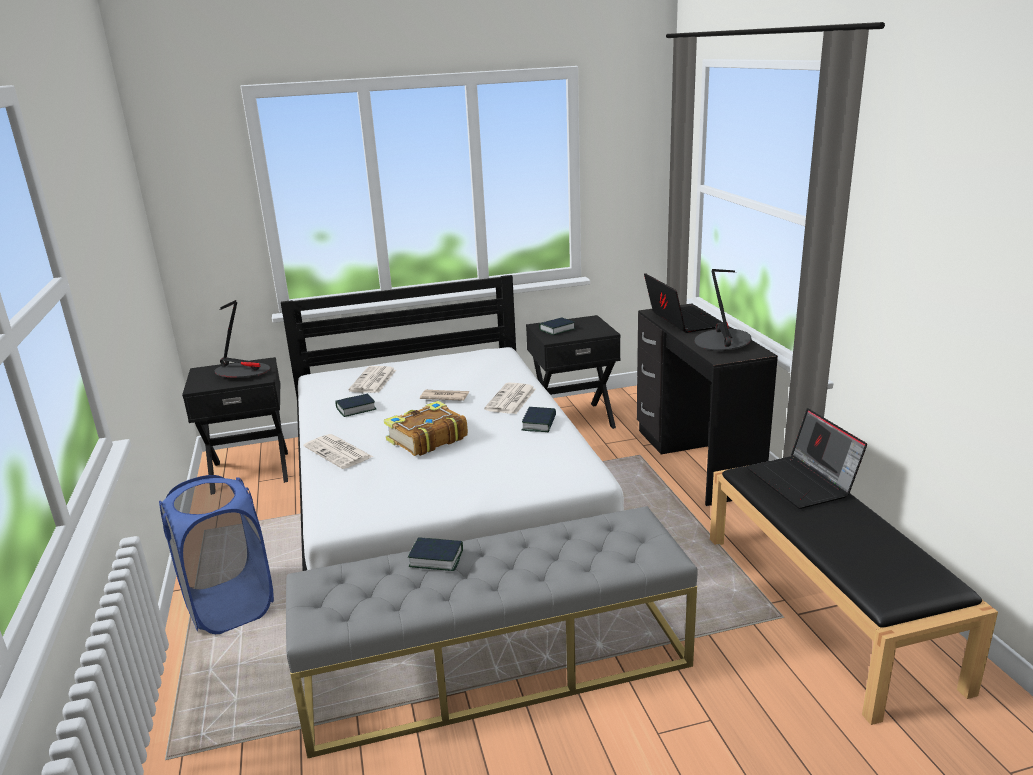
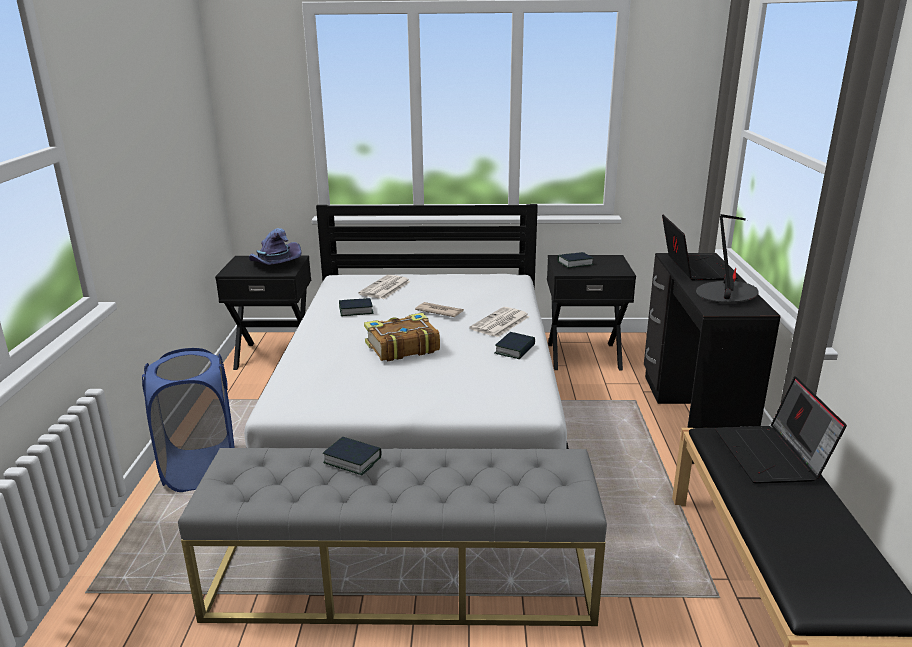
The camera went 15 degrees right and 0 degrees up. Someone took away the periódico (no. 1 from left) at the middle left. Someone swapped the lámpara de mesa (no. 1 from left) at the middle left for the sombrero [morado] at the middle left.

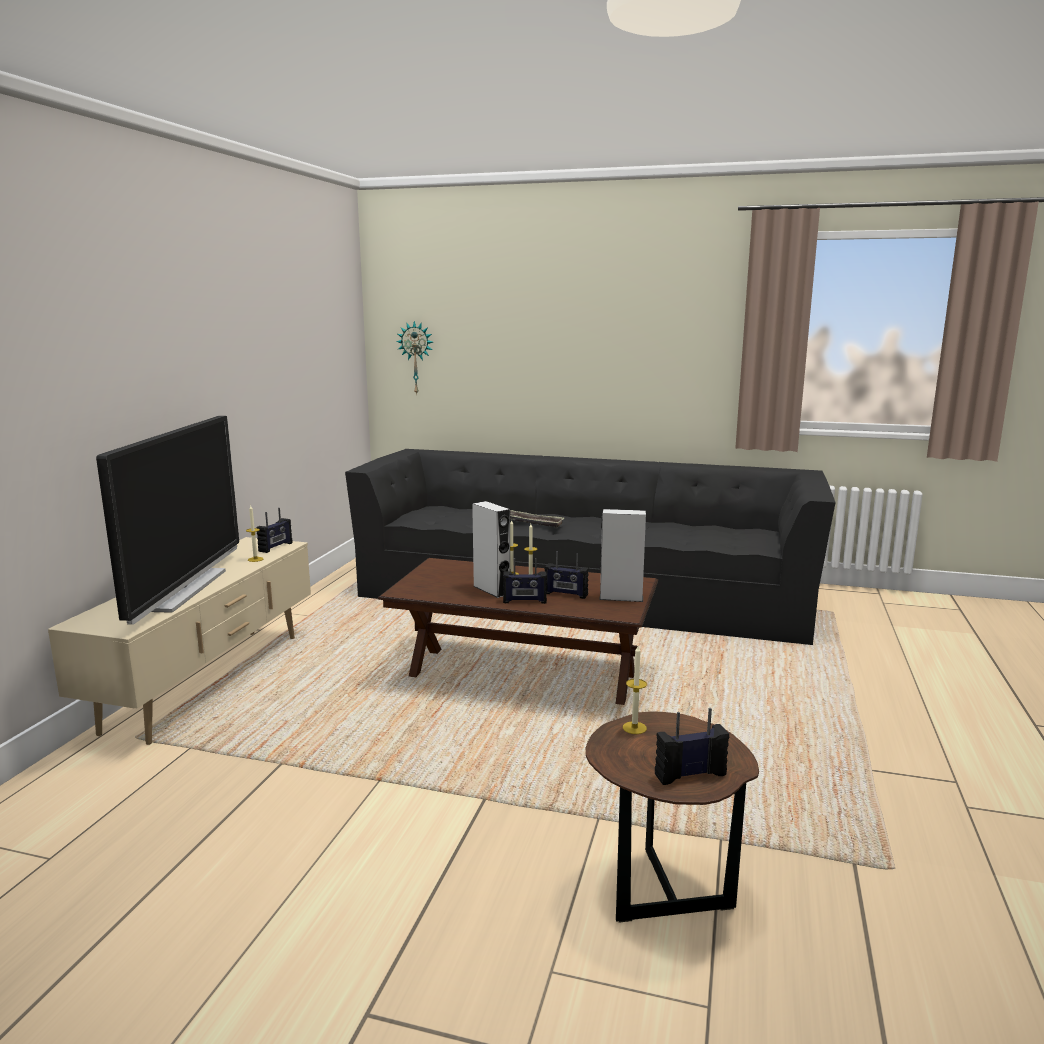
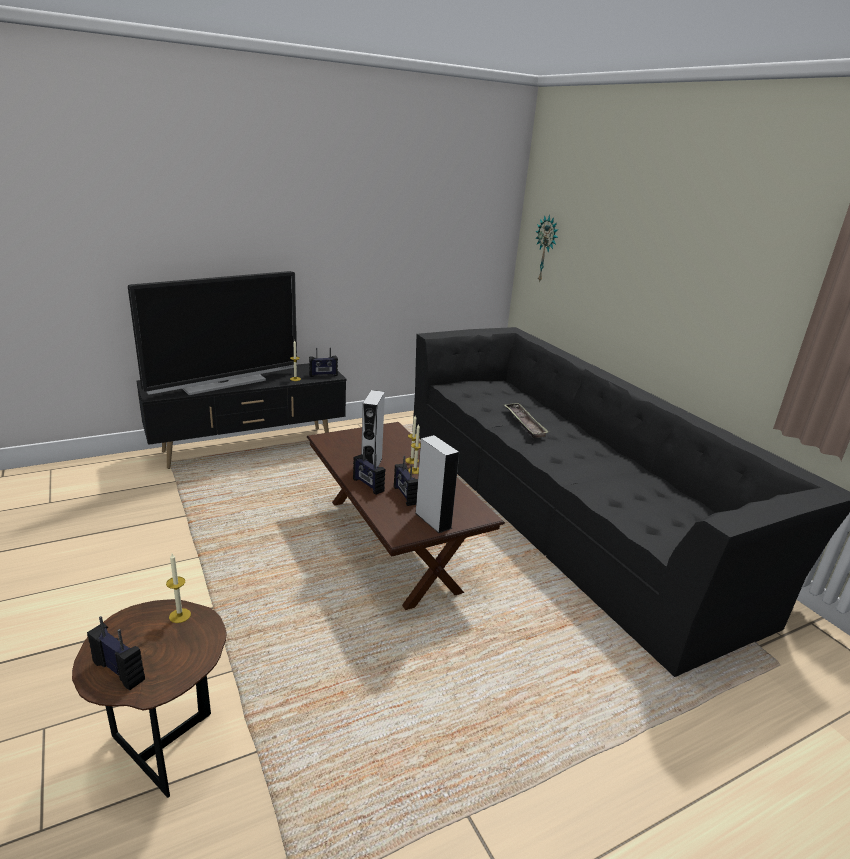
The camera went 45 degrees right and 10 degrees up. Someone repainted the mueble de televisión [beis] at the middle left, which became the mueble de televisión [negro] at the middle left.

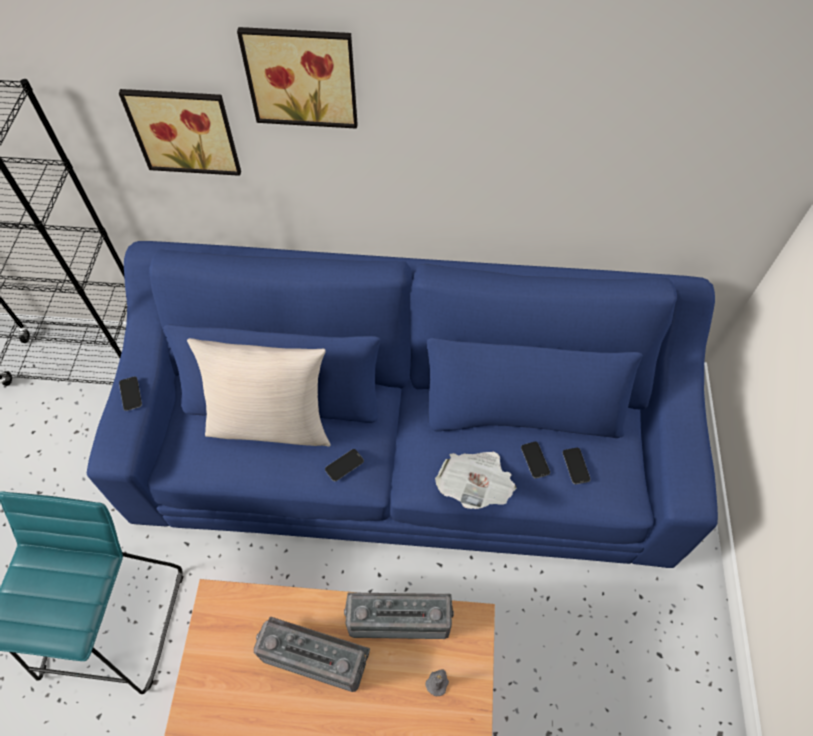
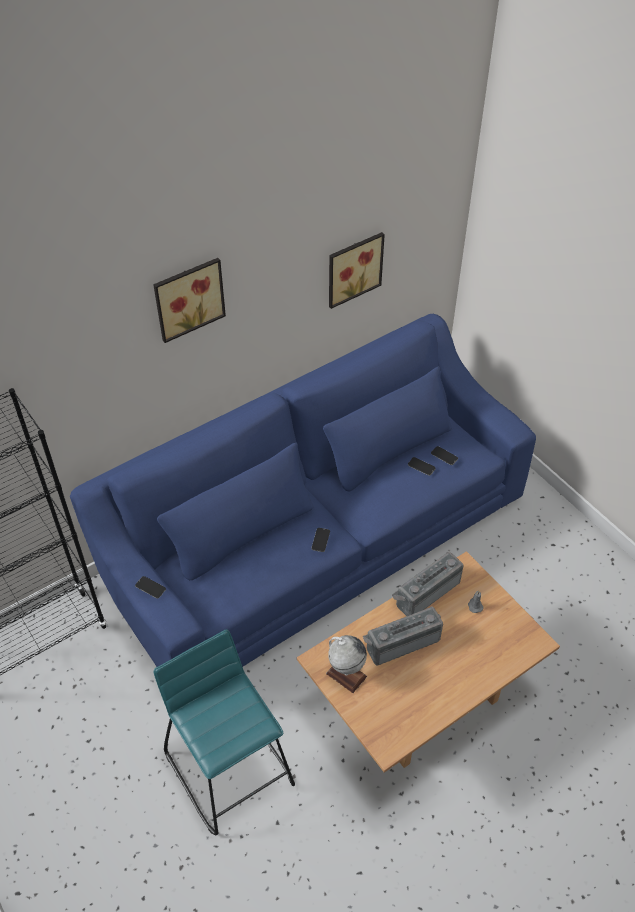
The camera went 40 degrees left and 10 degrees down. Someone took away the cojín [beis] at the middle left. Someone took away the periódico at the centre. Someone put down the globo terráqueo at the bottom centre. Someone carried the cuadro (no. 1 from left in the first image) from the top left to the top centre.

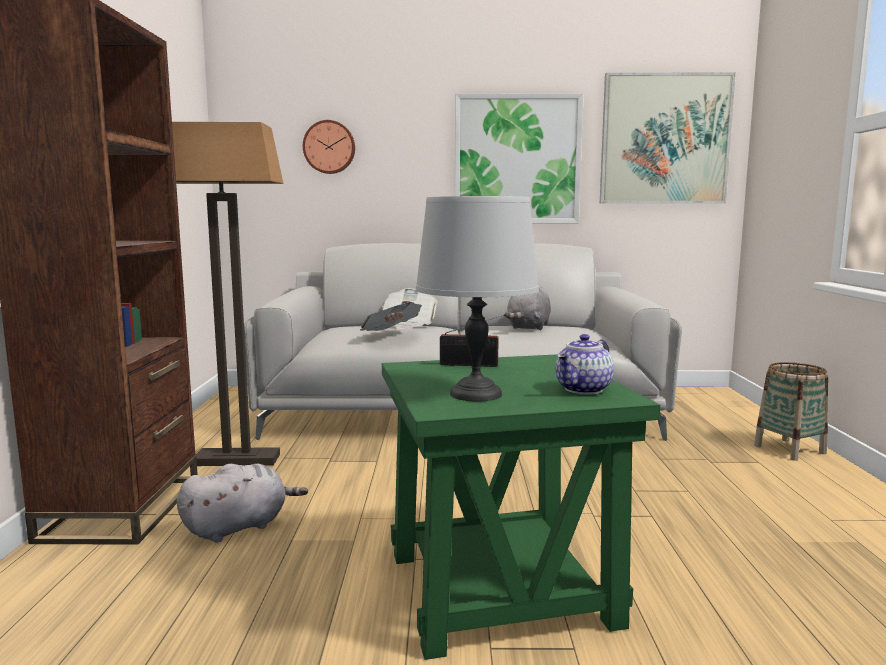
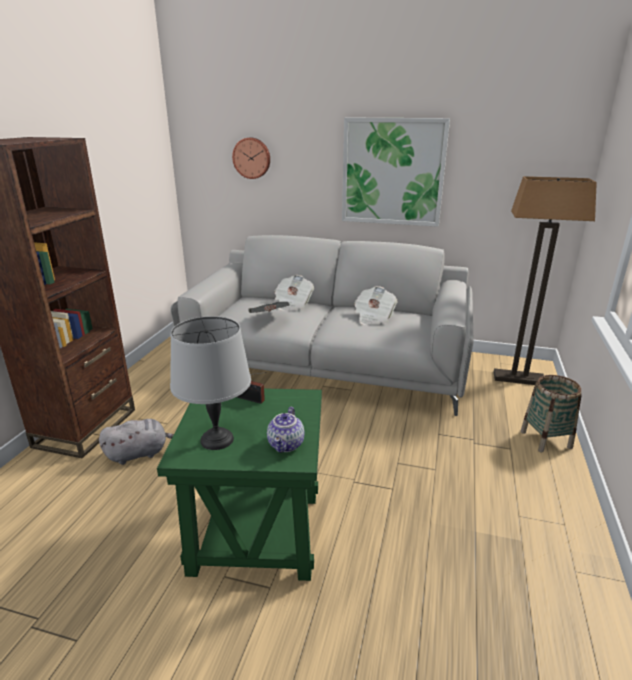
The camera went 15 degrees right and 15 degrees up. Someone took away the cuadro (no. 2 from left) at the top right. Someone carried the lámpara de pie from the middle left to the middle right. Someone swapped the peluche [gris] (no. 2 from left) at the centre for the periódico (no. 3 from left) at the centre. Someone rotated the tetera at the centre by 45 degrees counterclockwise.

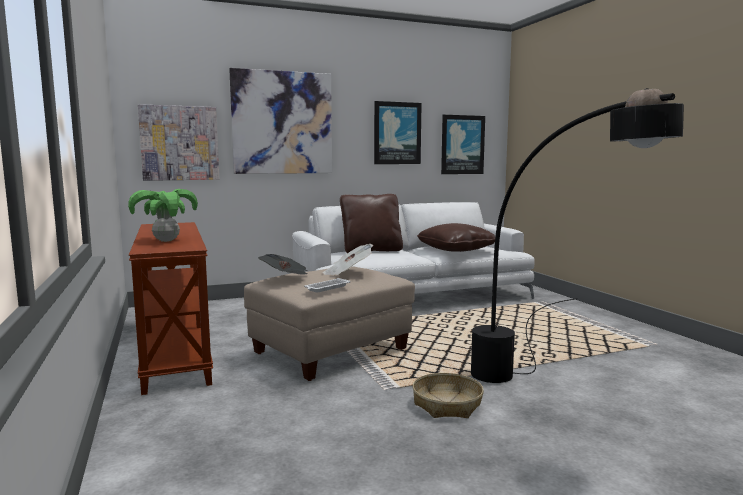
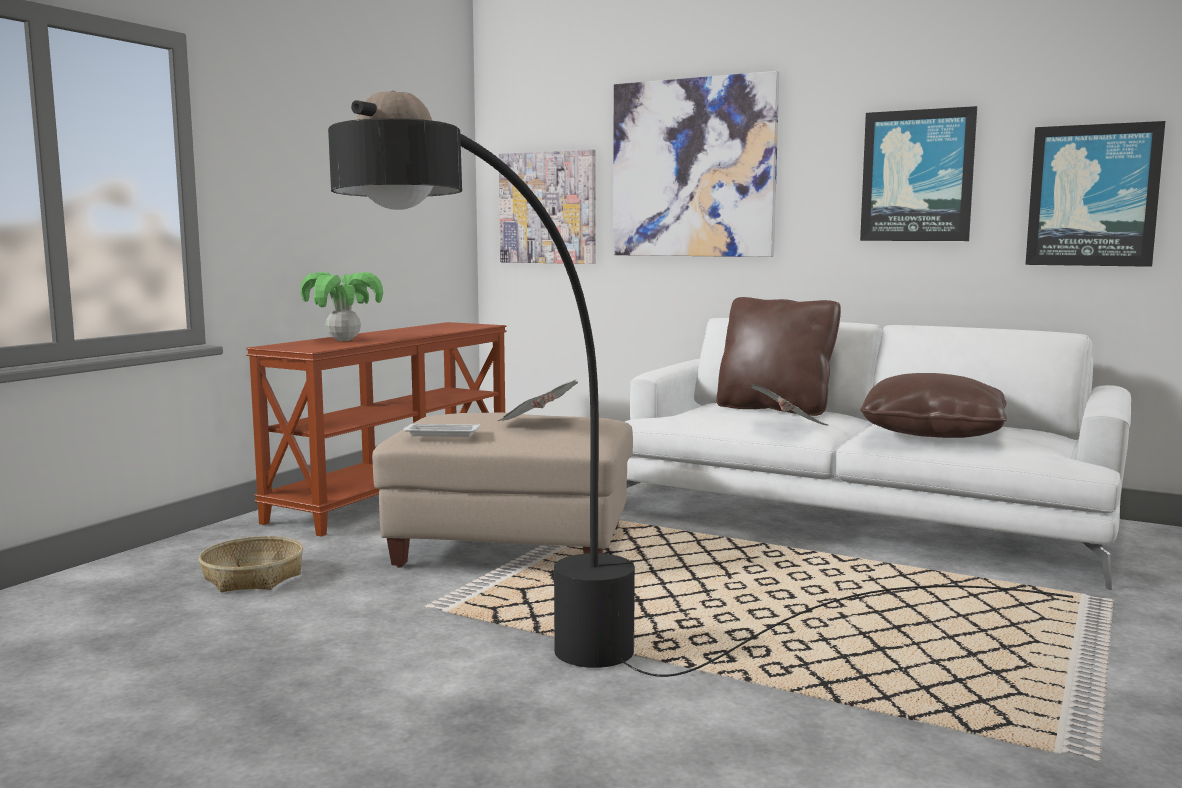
The camera went 50 degrees right and 0 degrees up. Someone carried the periódico (no. 1 from left in the first image) from the centre to the middle right. Someone carried the cesta from the bottom centre to the bottom left.

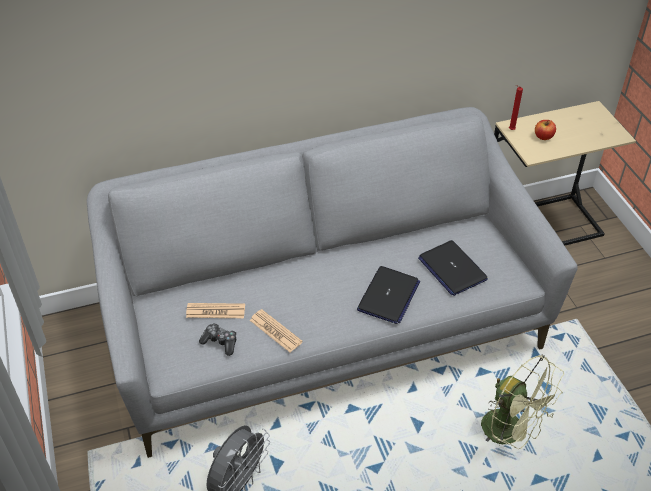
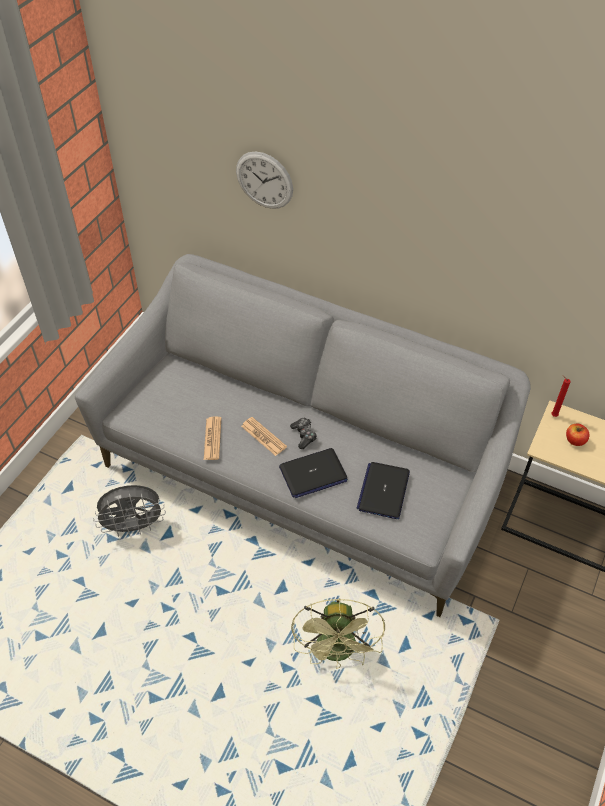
The camera went 45 degrees right and 5 degrees up. Someone put up the reloj de pared at the top centre. Someone carried the periódico (no. 1 from left in the first image) from the middle left to the centre. Someone carried the mando de consola from the bottom centre to the centre.

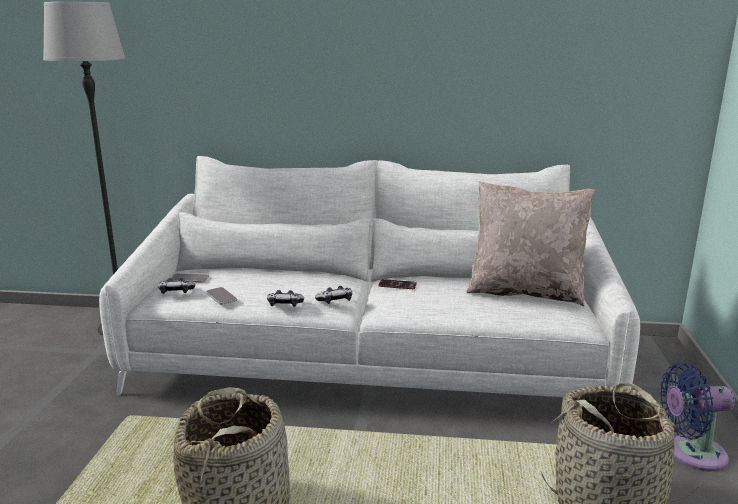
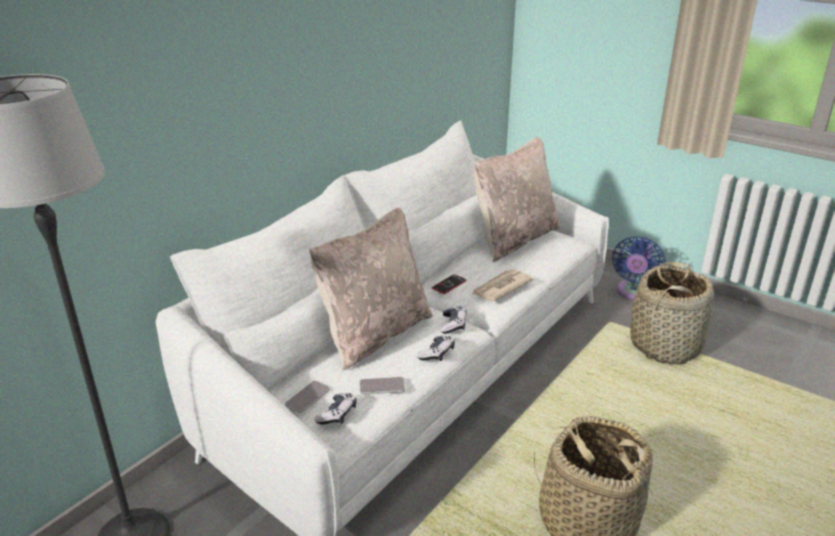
The camera went 60 degrees left and 10 degrees up. Someone put down the cojín [beis] (no. 1 from left) at the centre. Someone put down the periódico at the centre.

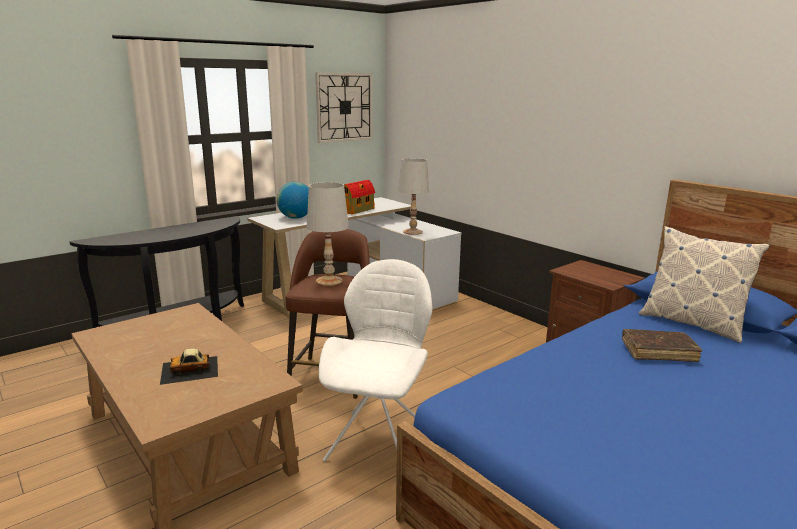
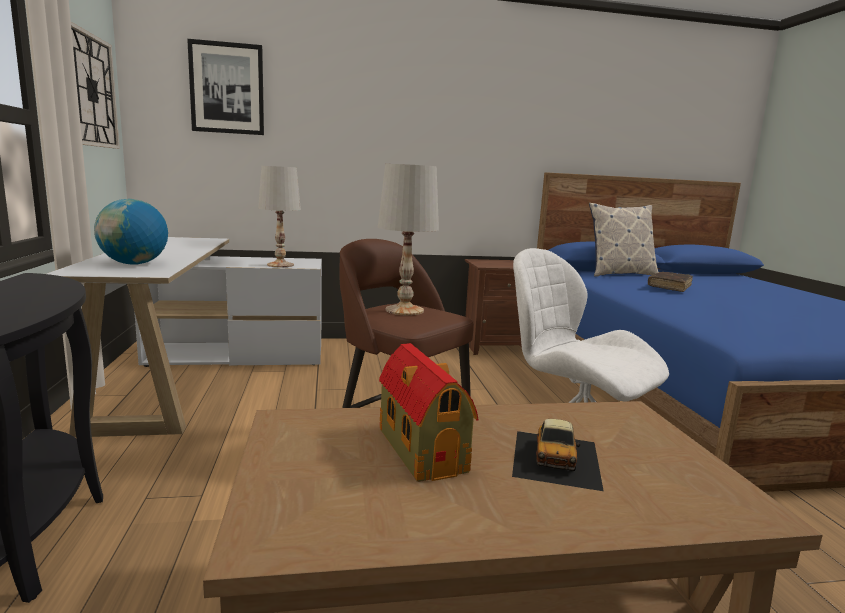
The camera went 60 degrees left and 5 degrees down. Someone put up the cuadro at the top left. Someone carried the casita from the centre to the bottom centre.

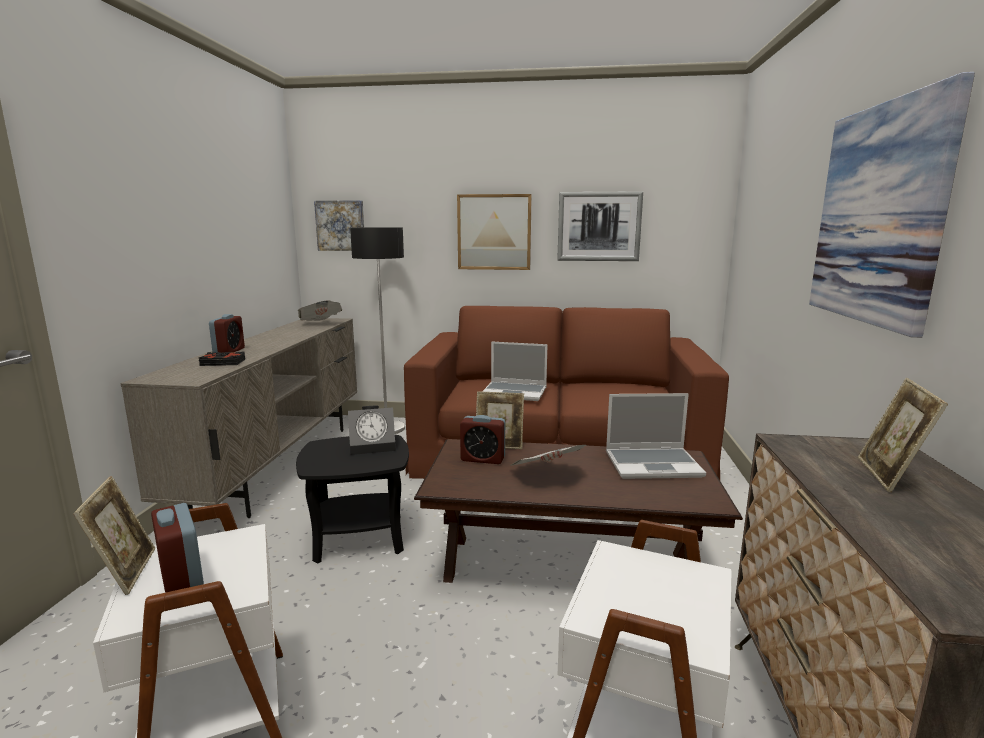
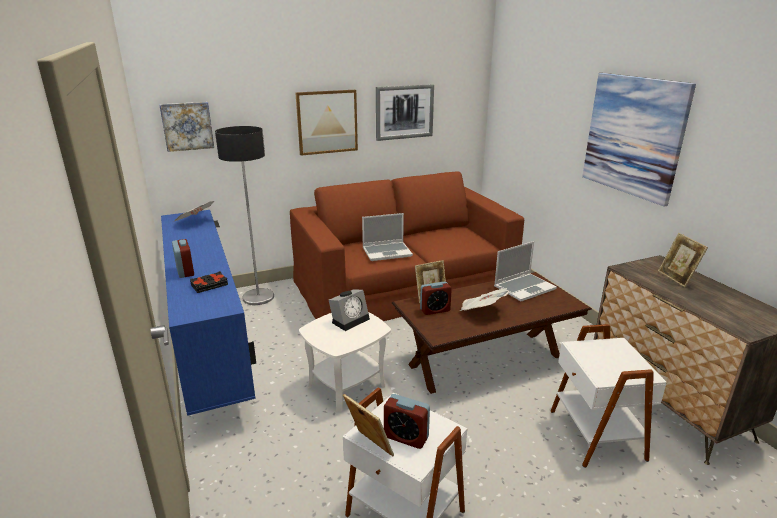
The camera went 30 degrees left and 10 degrees up. Someone repainted the mueble de televisión [beis] at the middle left, which became the mueble de televisión [azul] at the middle left. Someone repainted the mesa auxiliar [negro] at the bottom centre, which became the mesa auxiliar [blanco] (no. 1 from left) at the bottom centre.

